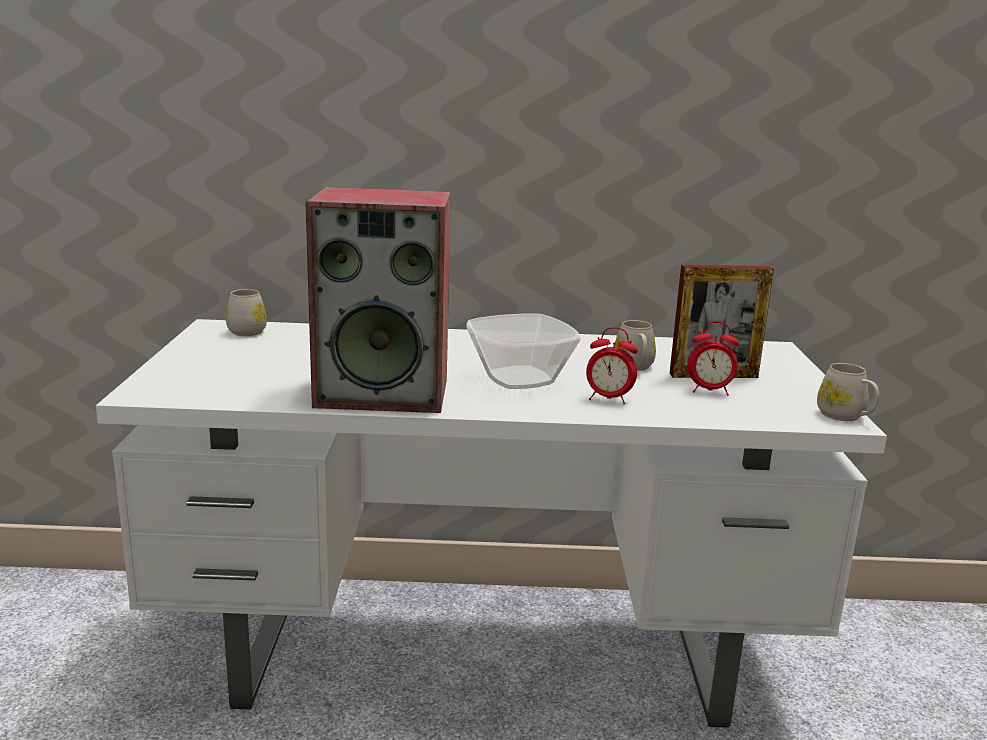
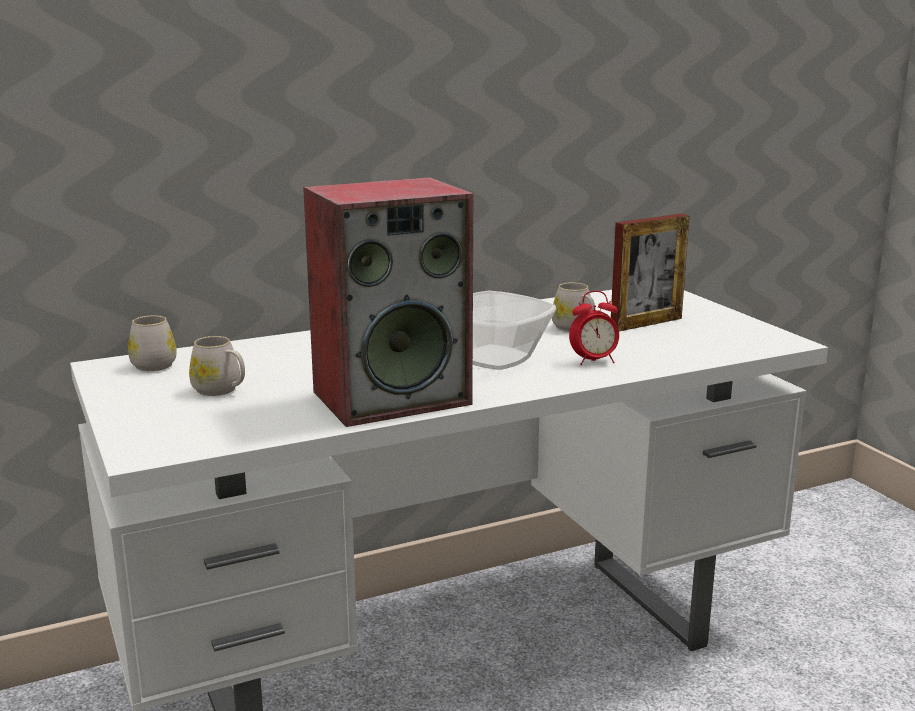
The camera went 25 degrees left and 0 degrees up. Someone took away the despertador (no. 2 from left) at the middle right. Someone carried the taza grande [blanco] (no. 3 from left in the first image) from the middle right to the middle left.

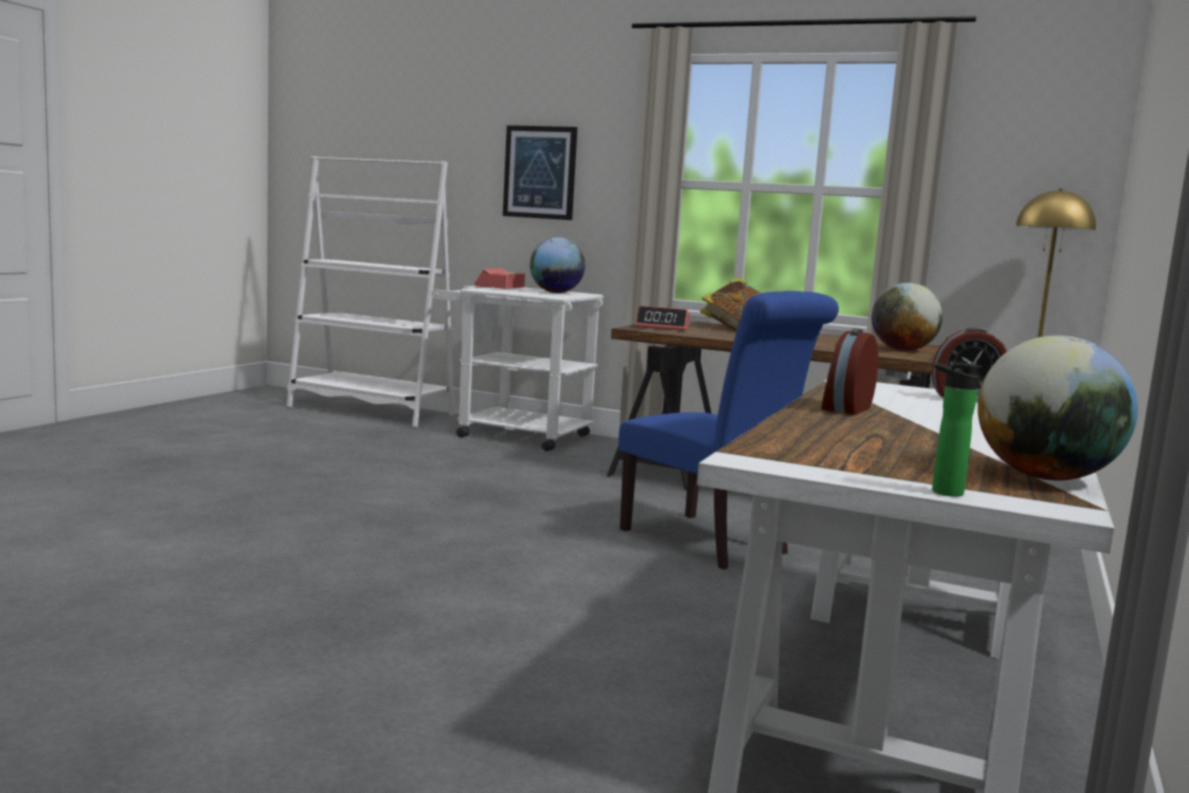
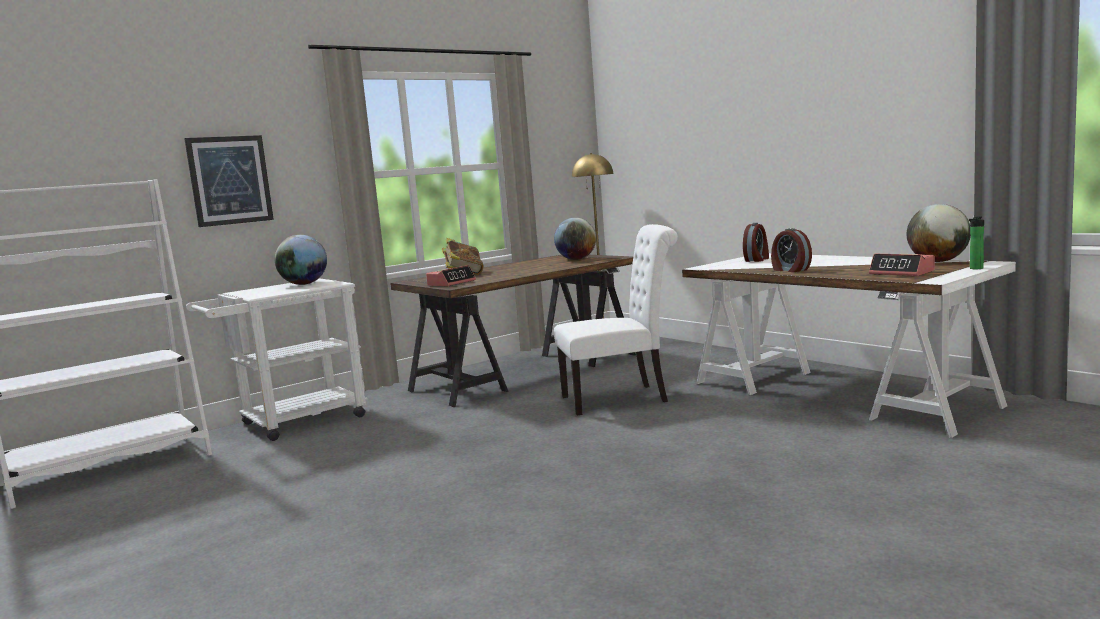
The camera went 60 degrees left and 0 degrees up. Someone carried the despertador (no. 1 from left in the first image) from the centre to the middle right. Someone repainted the silla [azul] at the centre, which became the silla [blanco] at the centre.

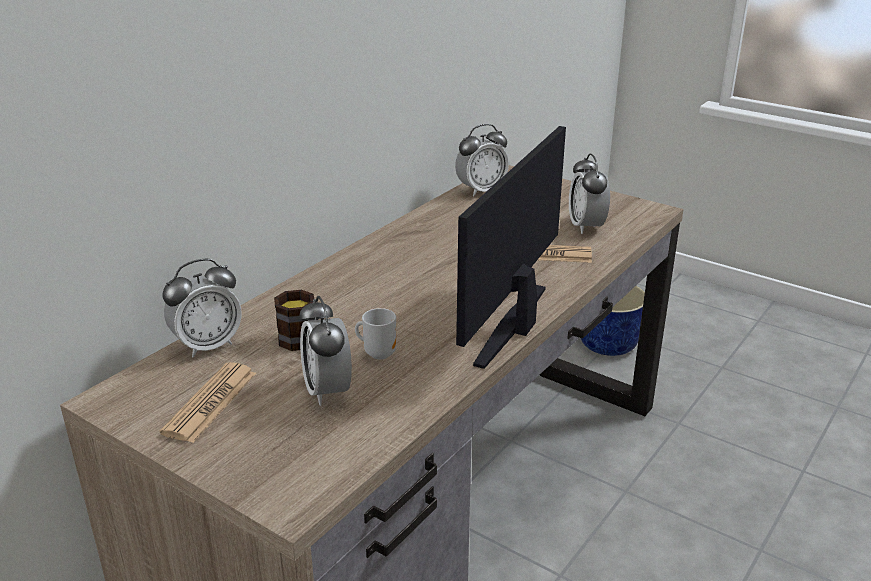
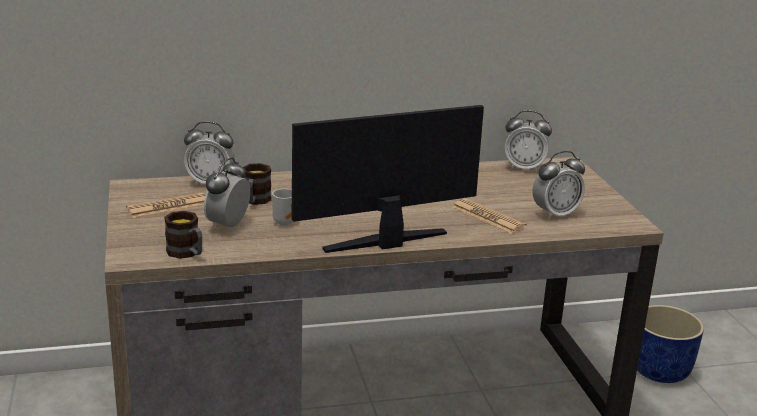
The camera went 40 degrees right and 5 degrees down. Someone put down the taza grande (no. 1 from left) at the middle left. Someone rotated the despertador (no. 4 from left) at the middle right by 150 degrees counterclockwise.

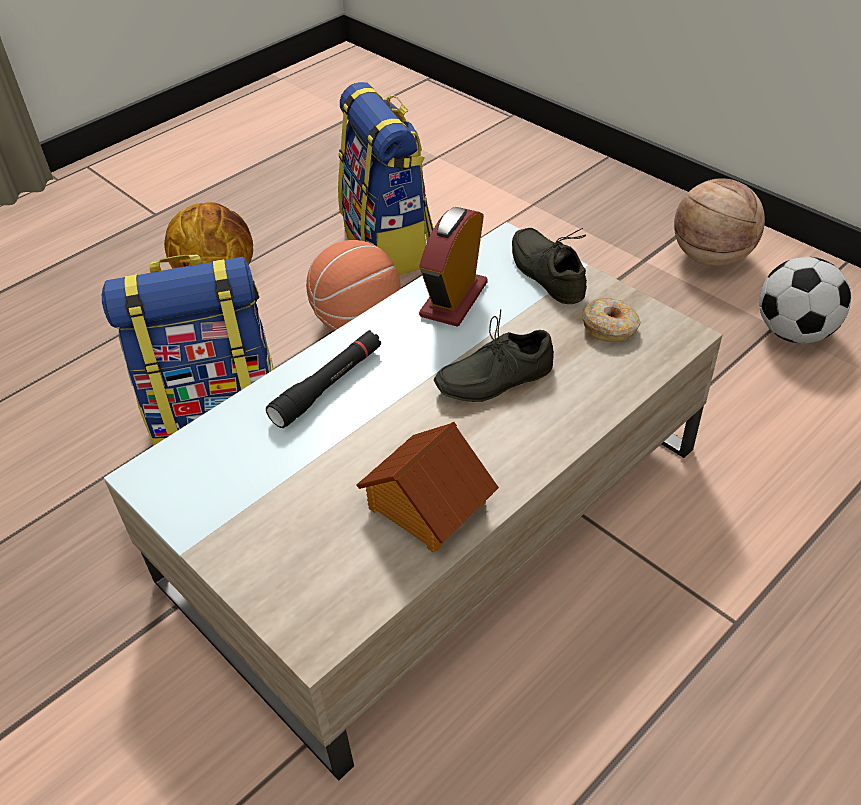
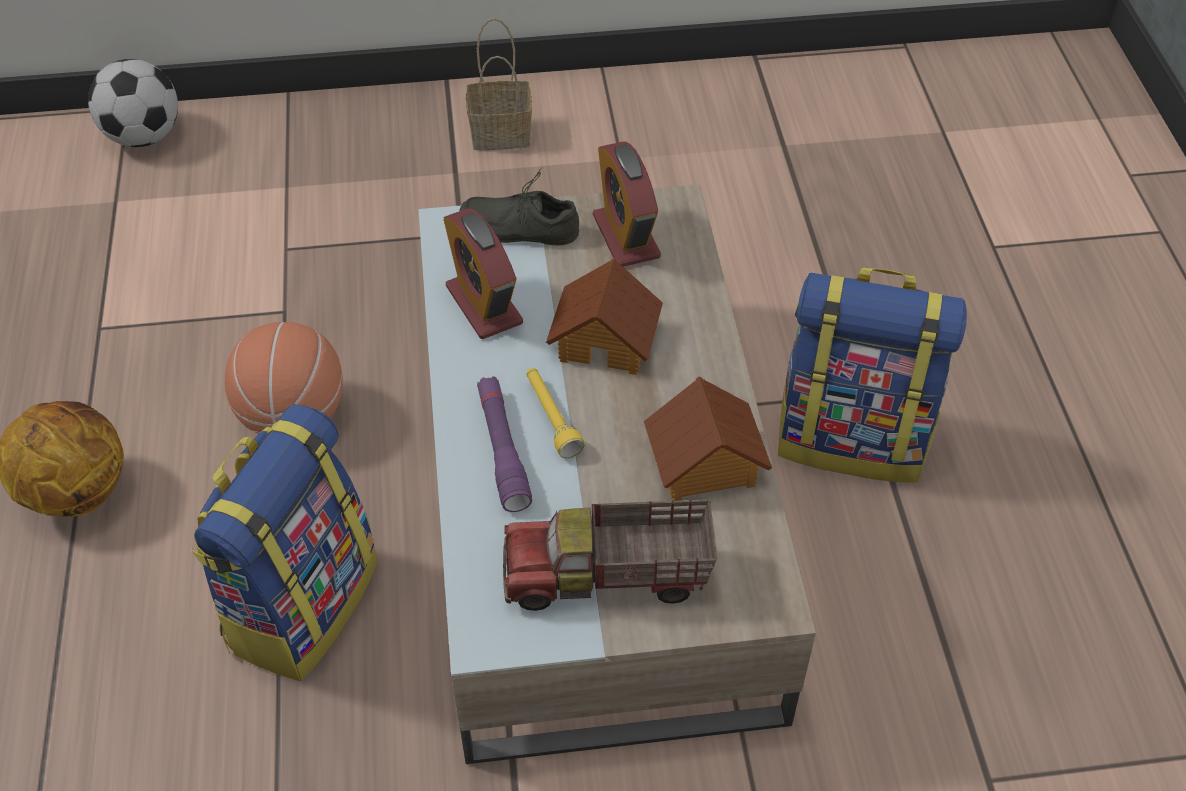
The camera went 55 degrees left and 5 degrees up. Someone put down the camión de juguete at the bottom centre. Someone put down the linterna [amarillo] at the centre. Someone carried the mochila (no. 2 from left) from the top centre to the middle right. Someone carried the balón de fútbol from the middle right to the top left. Someone swapped the zapato [gris] (no. 1 from left) at the centre for the casita (no. 1 from left) at the centre. Someone swapped the rosquilla at the middle right for the despertador (no. 2 from left) at the top centre. Someone swapped the balón de baloncesto (no. 3 from left) at the top right for the cesta at the top centre. Someone repainted the linterna [negro] at the centre, which became the linterna [morado] at the centre.

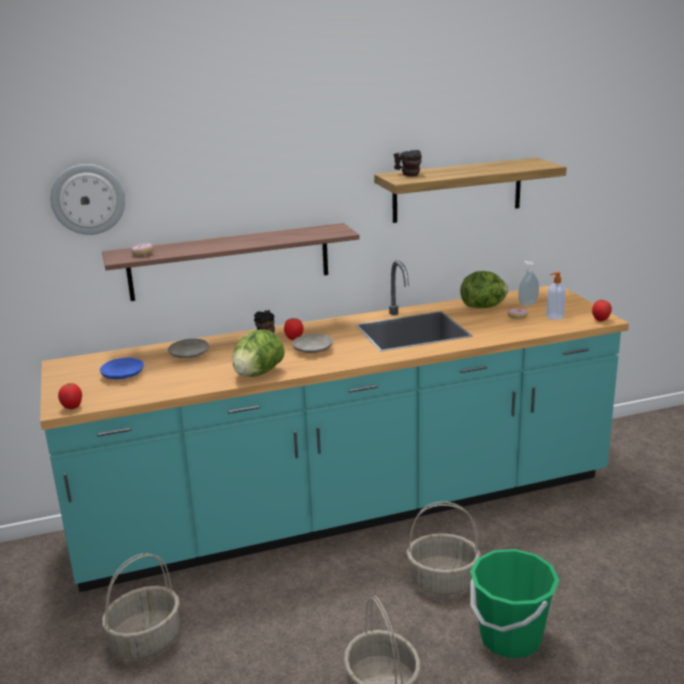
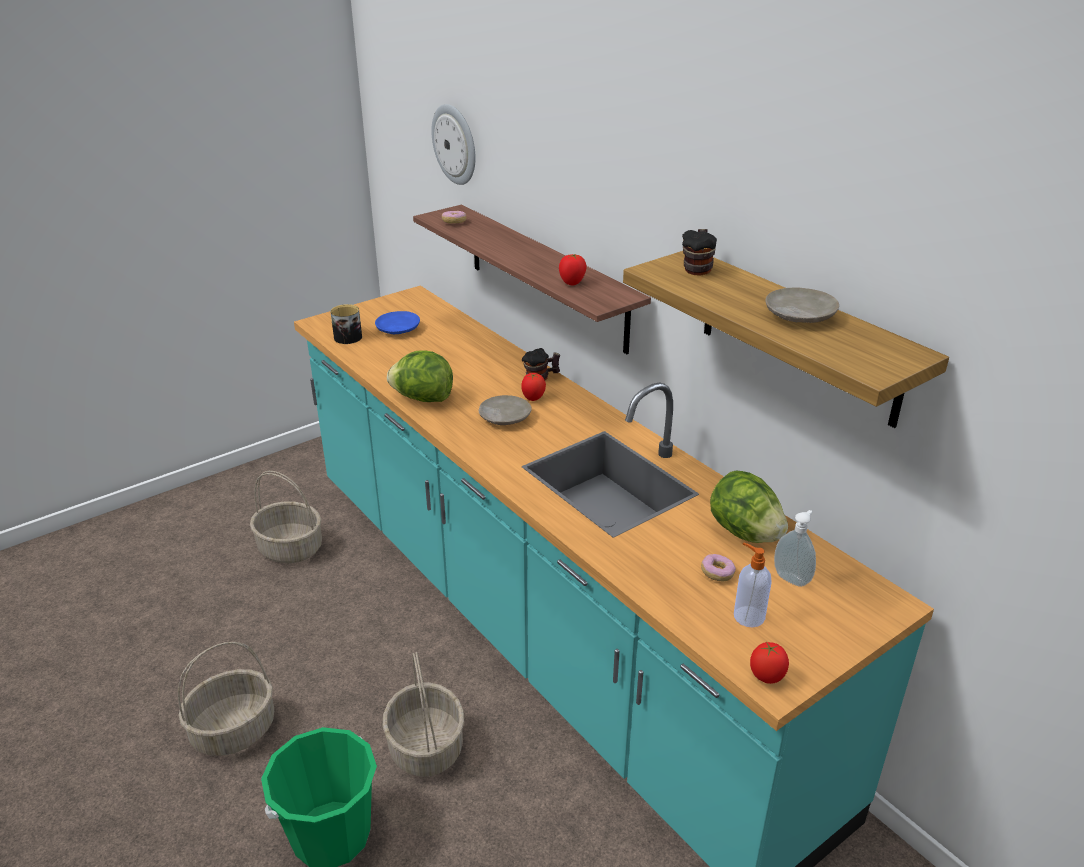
The camera went 70 degrees right and 10 degrees up. Someone put down the taza grande (no. 1 from left) at the middle left. Someone carried the tomate (no. 1 from left in the first image) from the middle left to the top centre. Someone carried the plato [beis] (no. 1 from left in the first image) from the middle left to the middle right.

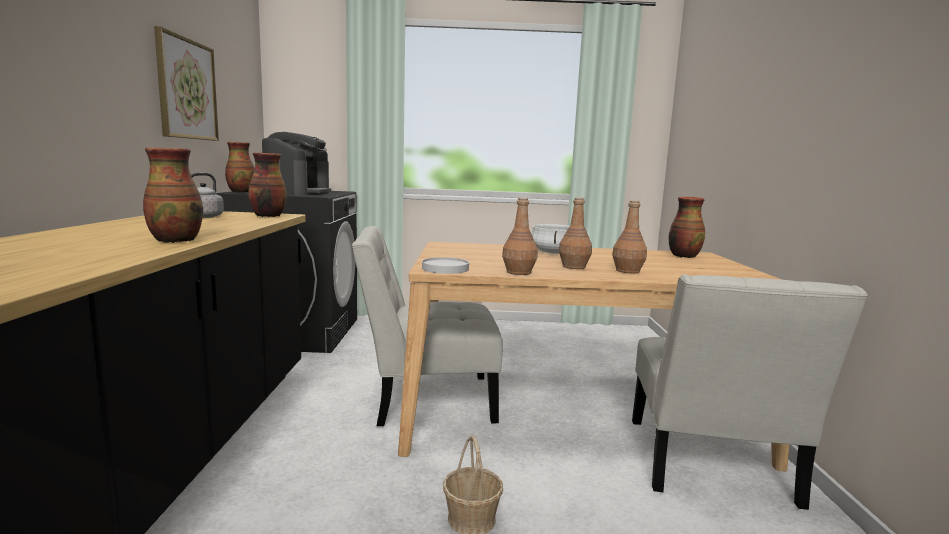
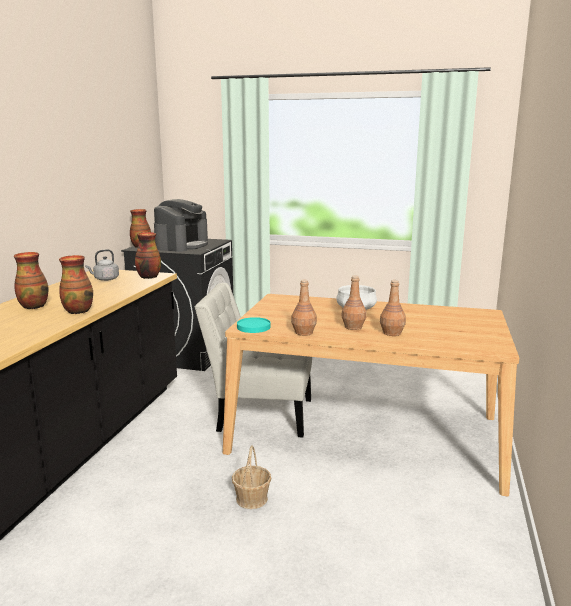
The camera went 15 degrees right and 5 degrees up. Someone took away the cuadro at the top left. Someone took away the silla [blanco] (no. 2 from left) at the bottom right. Someone carried the florero (no. 4 from left in the first image) from the middle right to the middle left. Someone repainted the plato [blanco] at the centre, which became the plato [turquesa] at the centre.

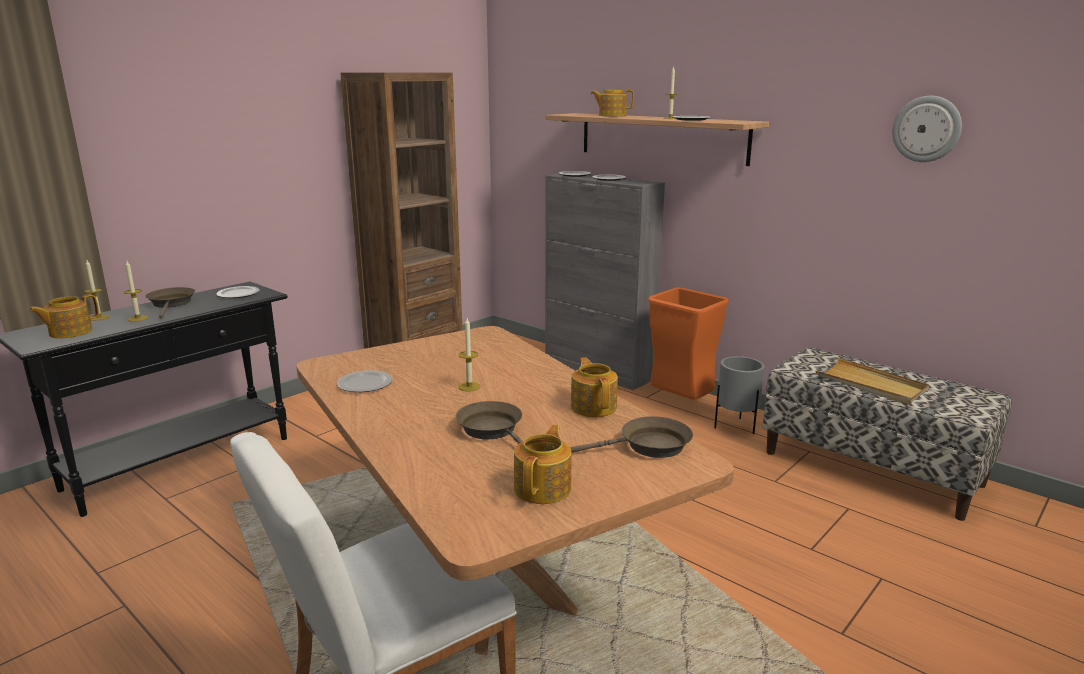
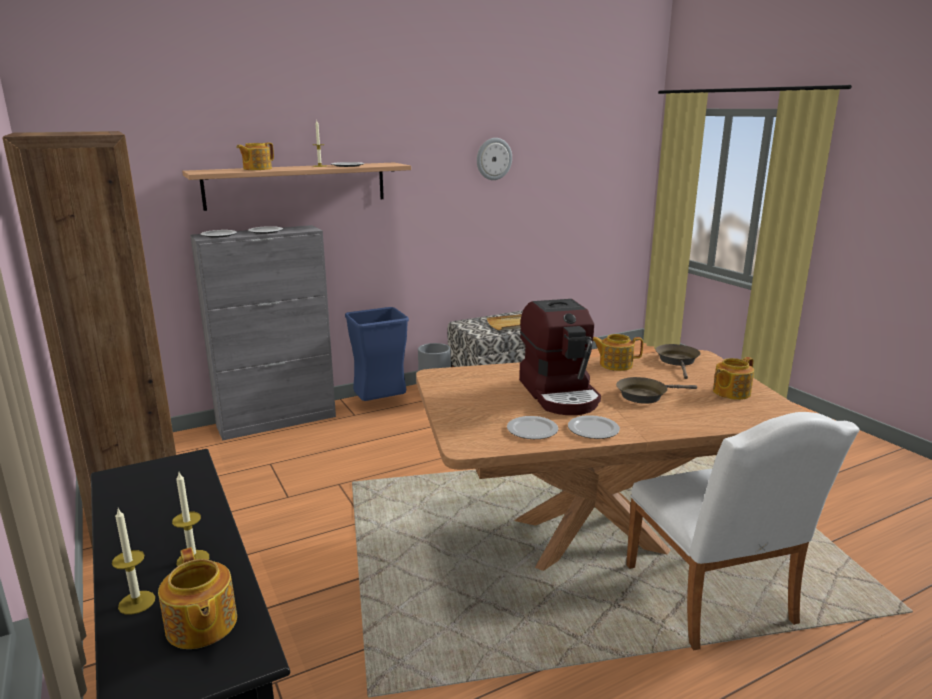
The camera went 70 degrees left and 0 degrees up. Someone took away the sartén [marrón] (no. 1 from left) at the middle left. Someone carried the plato (no. 1 from left in the first image) from the middle left to the centre. Someone swapped the vela (no. 3 from left) at the centre for the cafetera at the centre. Someone repainted the papelera [naranja] at the centre, which became the papelera [azul] at the centre. Someone rotated the tetera (no. 2 from left in the first image) at the bottom centre by 75 degrees counterclockwise.

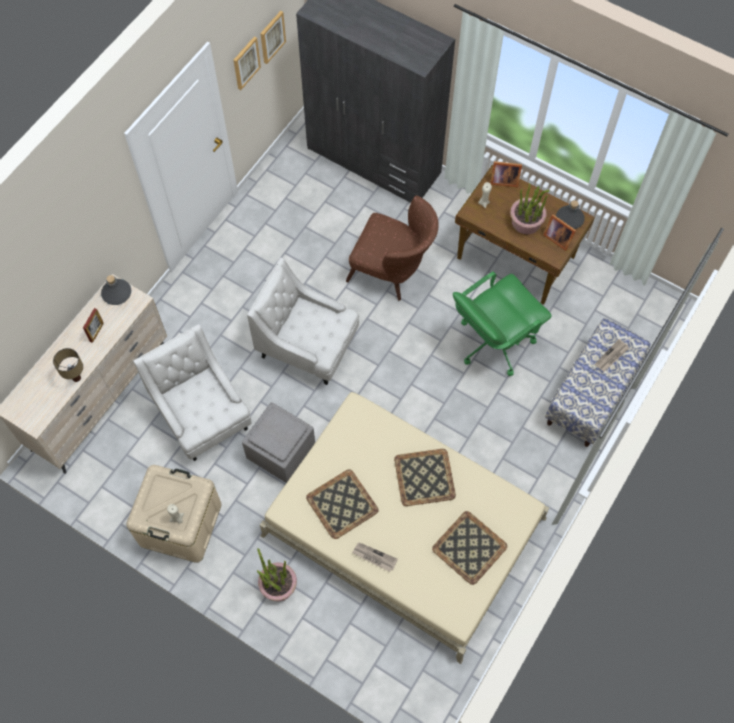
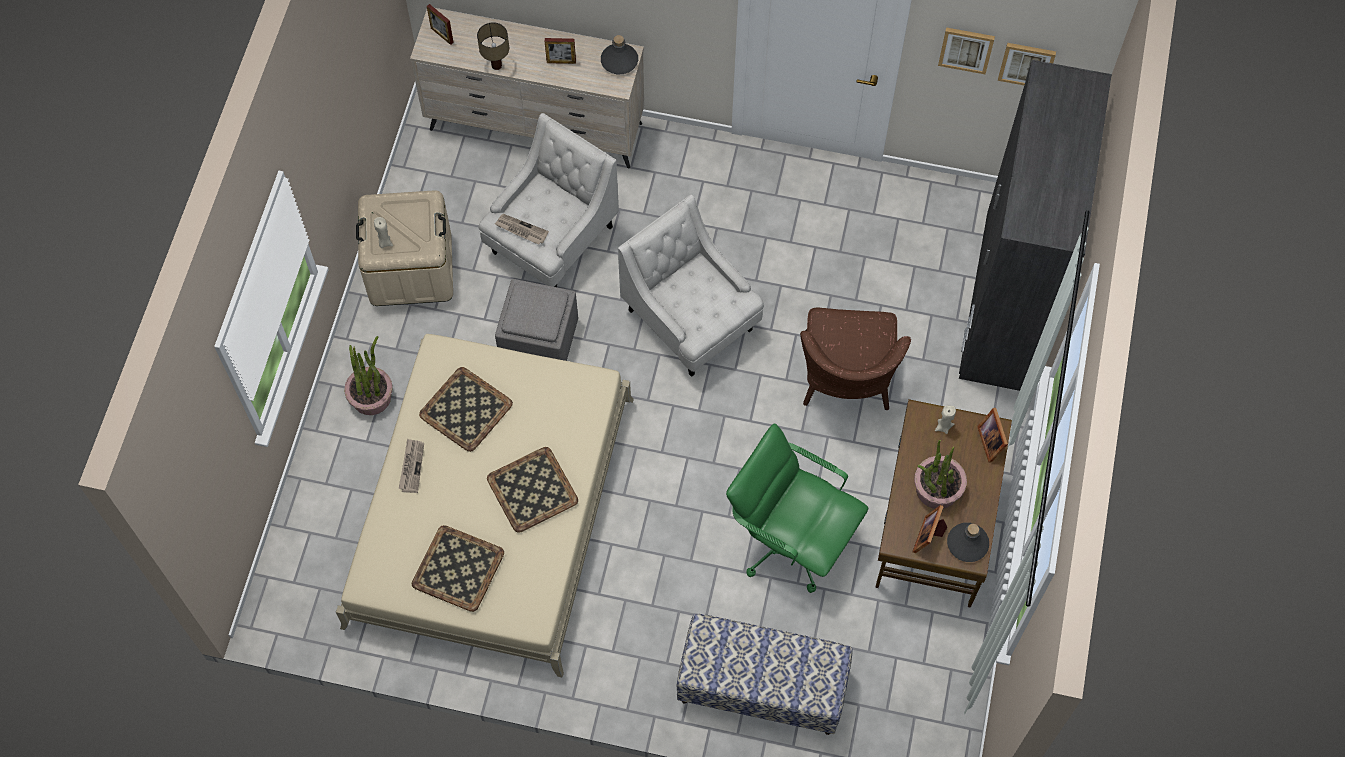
The camera went 70 degrees right and 0 degrees up. Someone put down the portarretratos (no. 1 from left) at the top left. Someone carried the periódico (no. 2 from left) from the middle right to the top centre. Someone rotated the sillón [blanco] (no. 2 from left) at the centre by 45 degrees counterclockwise.

